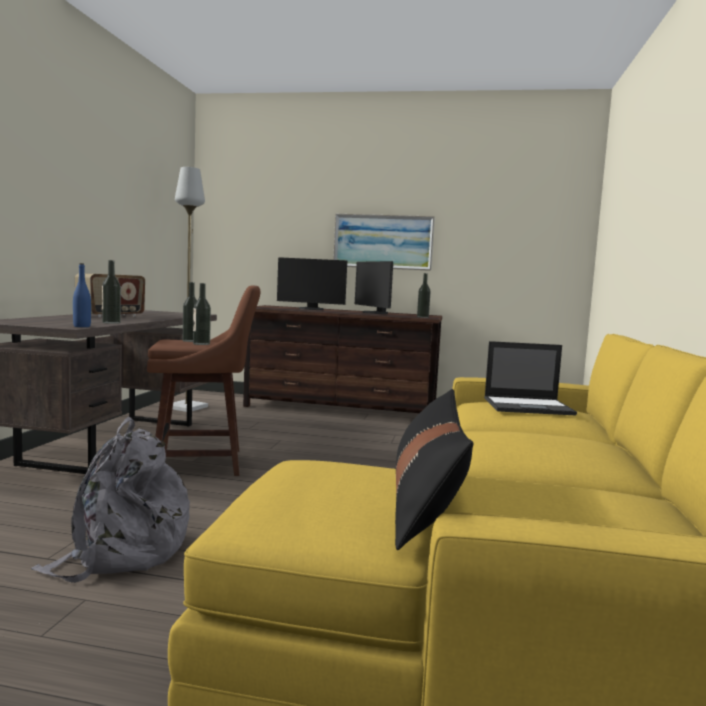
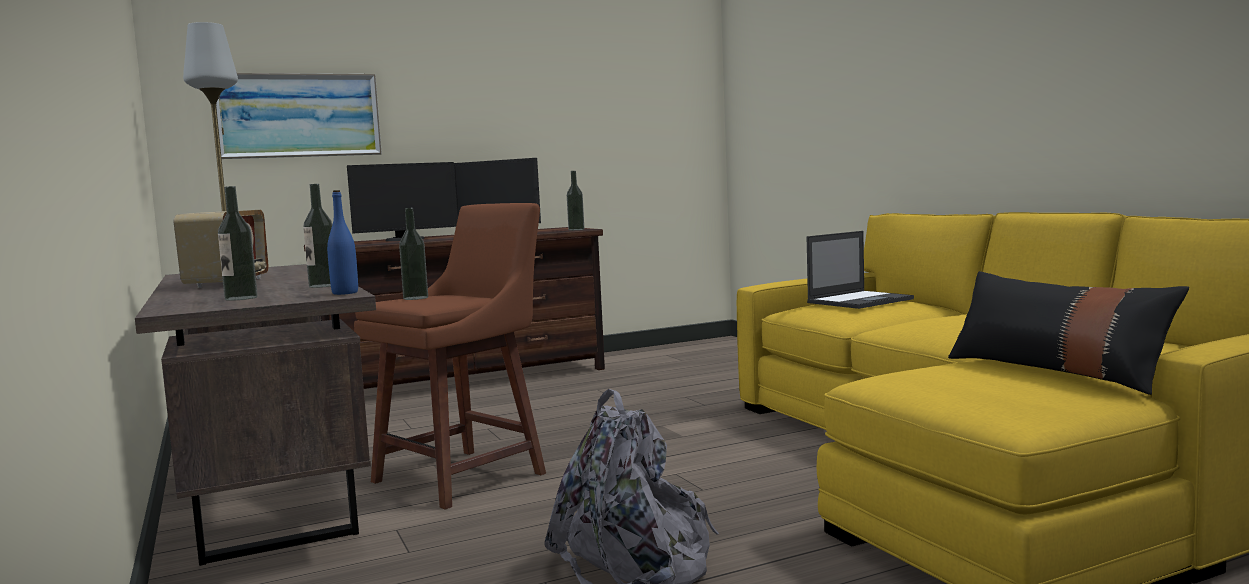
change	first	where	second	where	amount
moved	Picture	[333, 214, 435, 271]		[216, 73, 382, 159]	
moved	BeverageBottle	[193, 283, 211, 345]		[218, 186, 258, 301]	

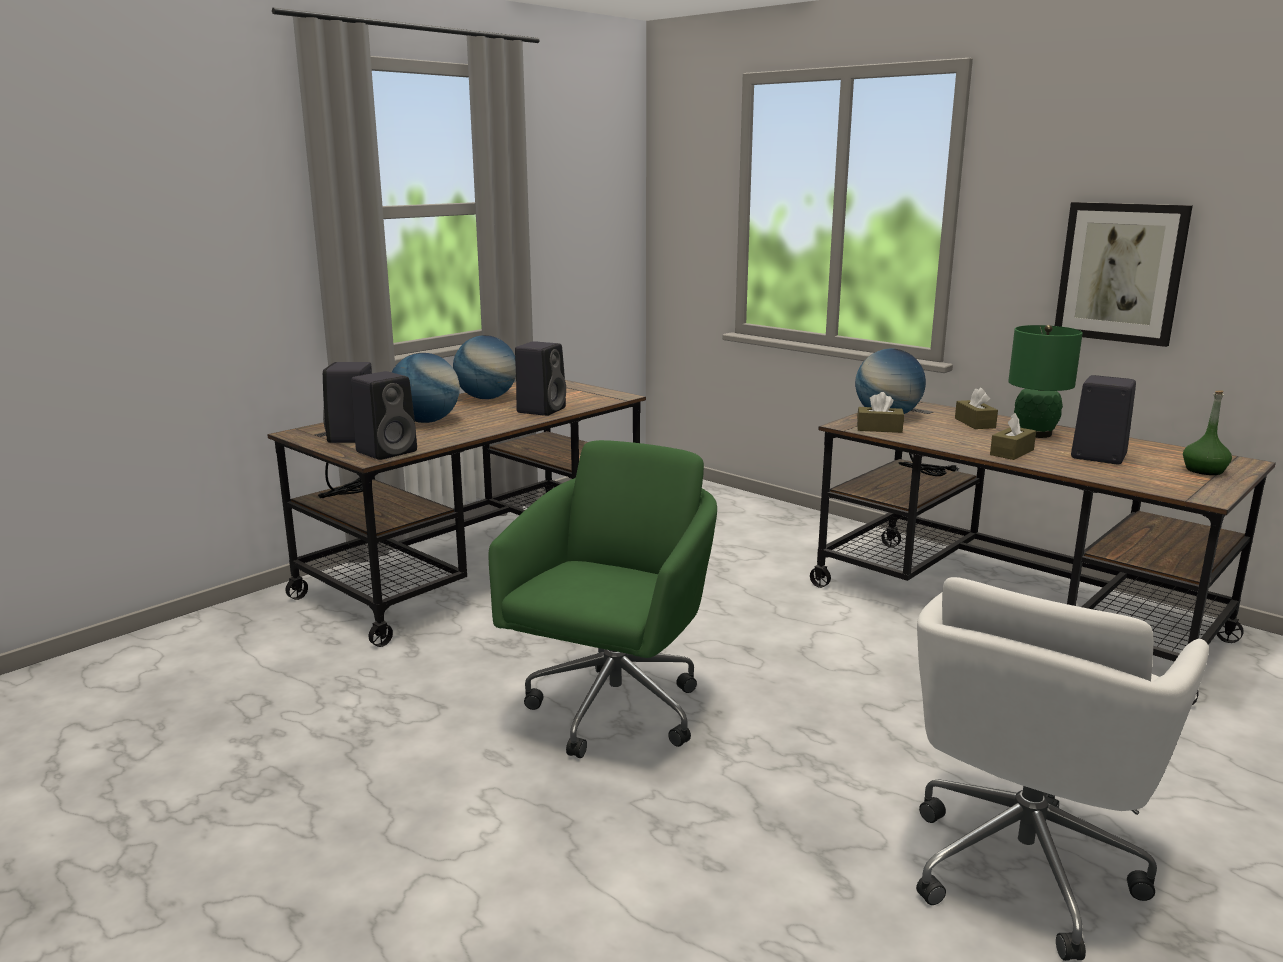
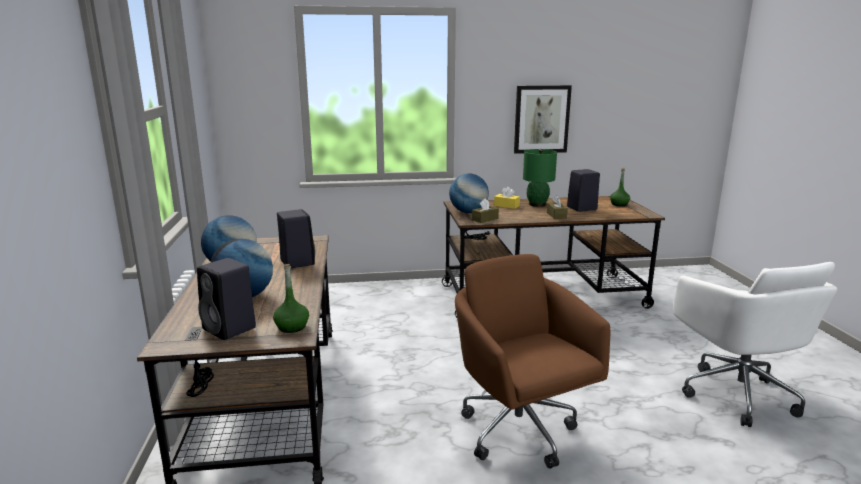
change	first	where	second	where	amount
replaced	BlackAudioSpeaker	[351, 371, 417, 460]	GreenishBeverageBottle	[273, 264, 309, 333]	
recoloured	GreenishComputerChair	[489, 440, 717, 758]	BrownComputerChair	[455, 254, 610, 469]	
recoloured	BrownTissueBox	[955, 387, 998, 429]	YellowTissueBox	[494, 187, 520, 209]	

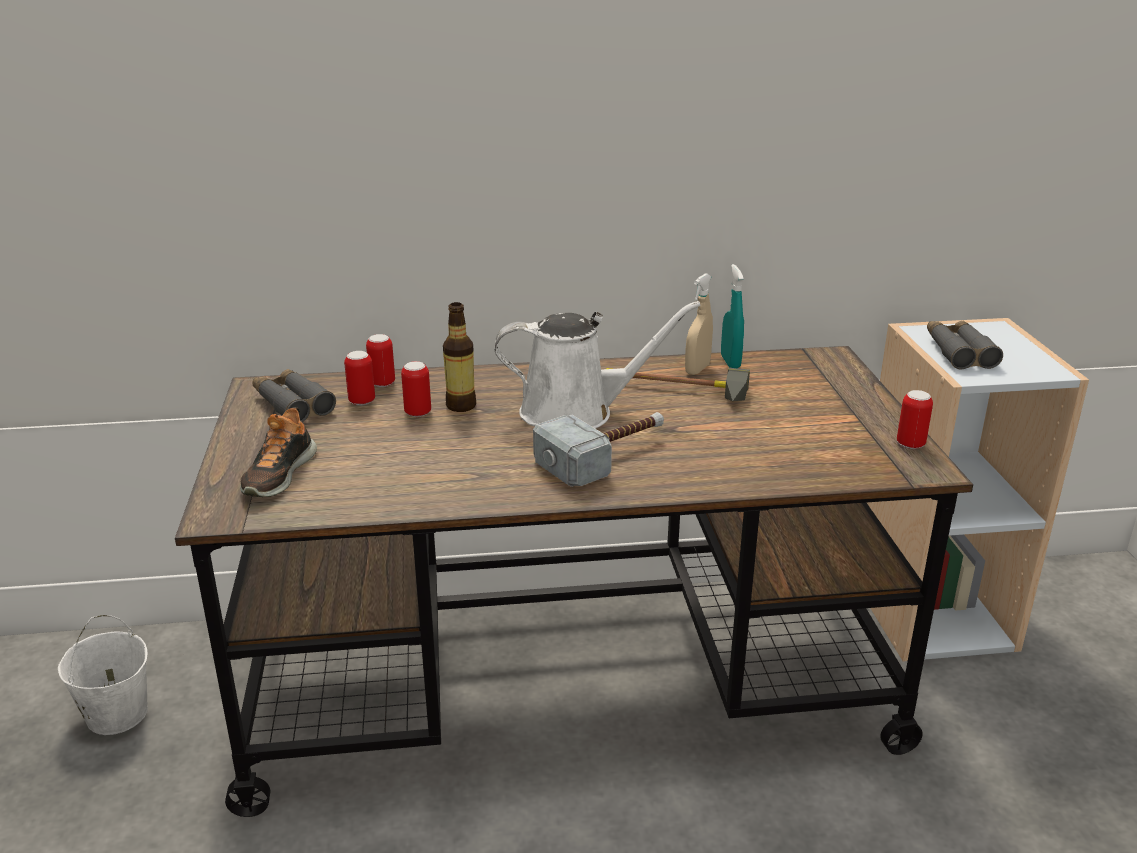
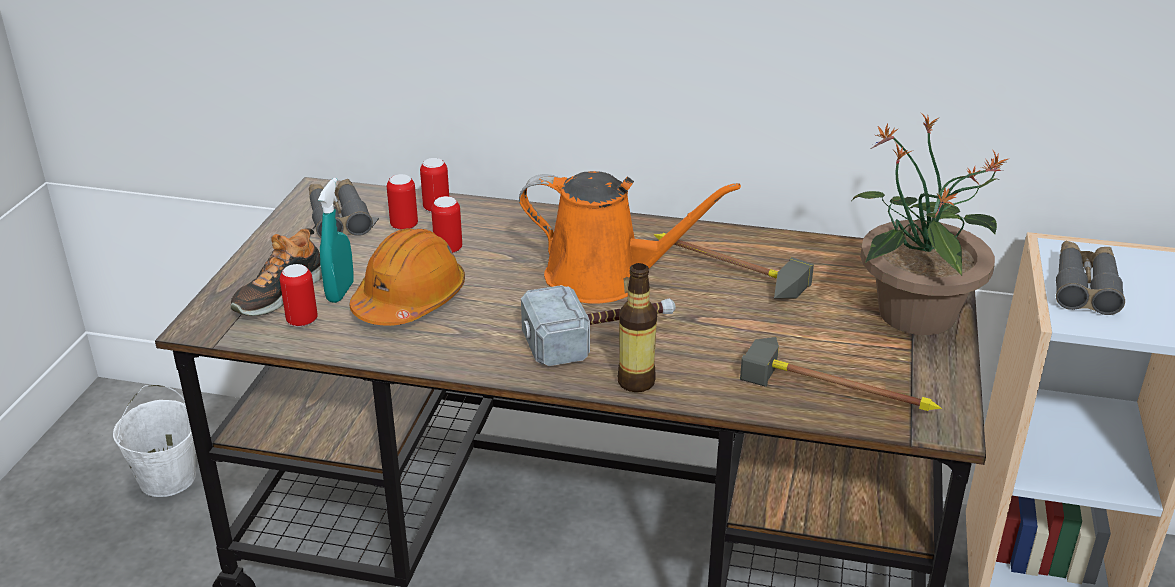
change	first	where	second	where	amount
moved	Can	[897, 390, 933, 449]		[280, 264, 318, 327]	
moved	TurquoiseColouredSprayer	[721, 264, 744, 368]		[318, 178, 354, 303]	
added			OrangeColouredWorkHelmet	[349, 228, 465, 326]	
recoloured	WhitishSprinklingCan	[495, 301, 701, 429]	OrangeColouredSprinklingCan	[519, 171, 741, 304]	
moved	BeverageBottle	[443, 302, 476, 412]		[618, 263, 657, 392]	
added			HandHammer	[740, 337, 942, 411]	
added			Houseplant	[852, 113, 1008, 335]	
removed	BeigeSprayer	[685, 273, 713, 375]			

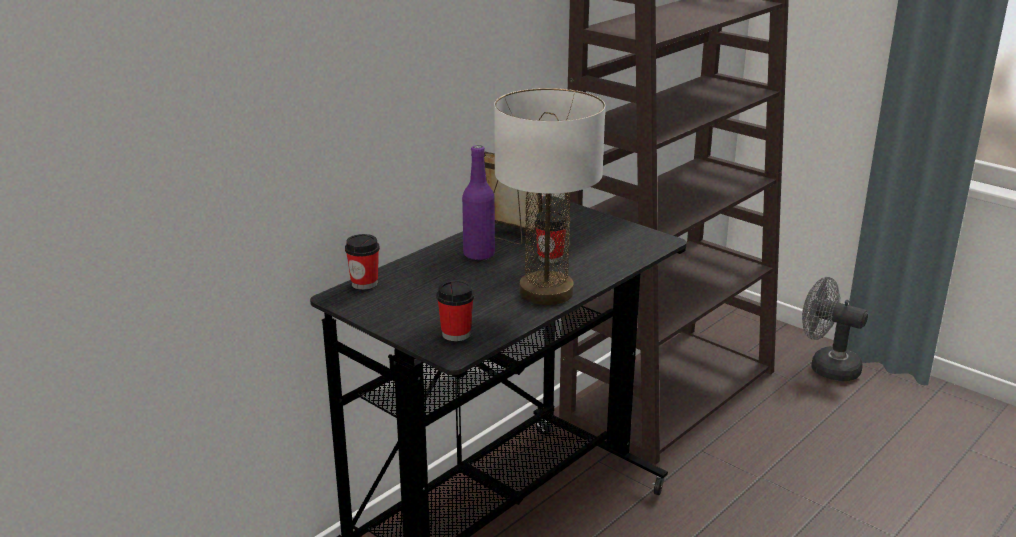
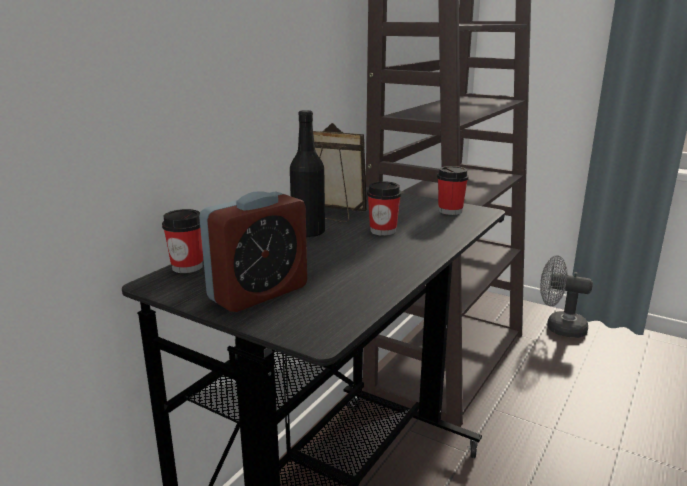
change	first	where	second	where	amount
added			BedsideClock	[199, 191, 307, 312]	
recoloured	PurpleBeverageBottle	[462, 145, 495, 260]	BlackBeverageBottle	[290, 110, 325, 238]	
moved	SmallCup	[436, 280, 474, 341]		[437, 166, 469, 215]	
removed	TabletopLamp	[494, 88, 605, 305]			

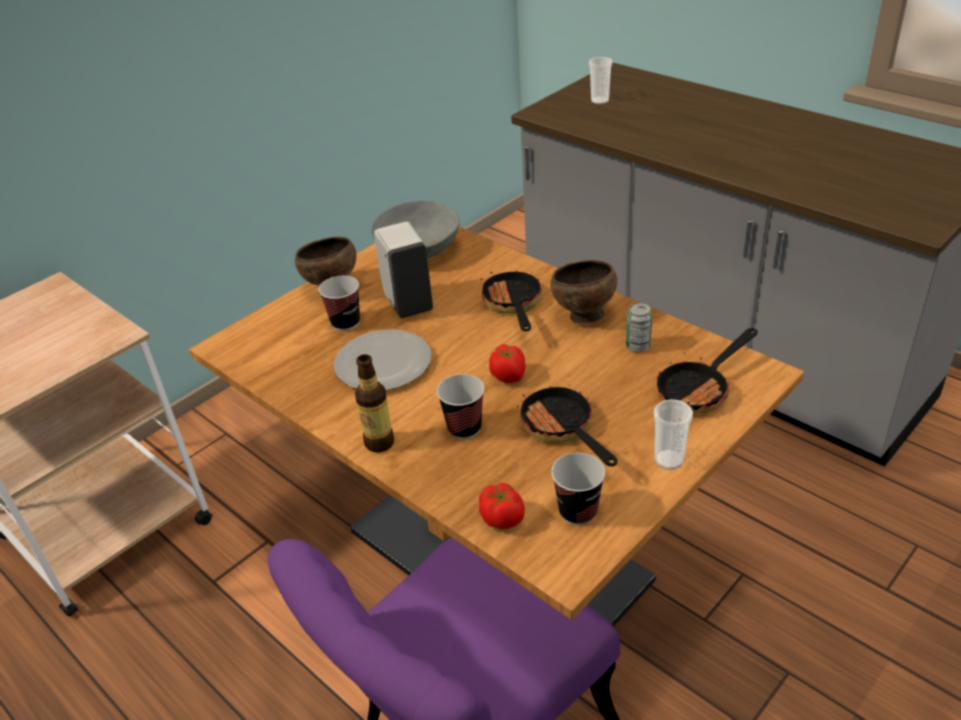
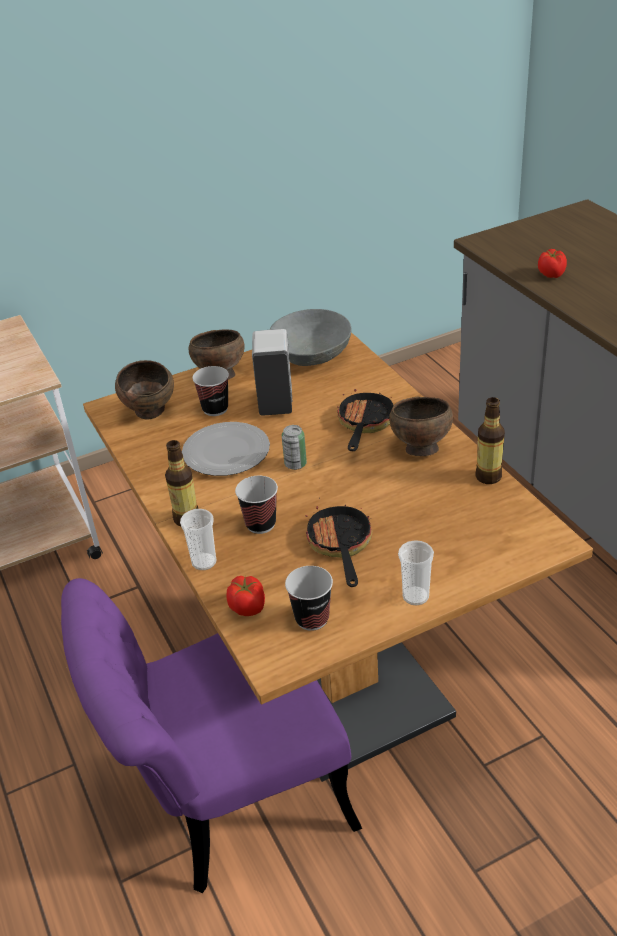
change	first	where	second	where	amount
added			BrownDeepDish	[115, 360, 174, 420]	
moved	SmallCup	[589, 57, 612, 104]		[180, 509, 217, 570]	
moved	Can	[626, 303, 652, 352]		[282, 425, 307, 470]	
added			BeverageBottle	[475, 397, 505, 484]	
moved	Tomato	[489, 344, 525, 383]		[538, 249, 567, 278]	
removed	Pan	[656, 328, 758, 414]			

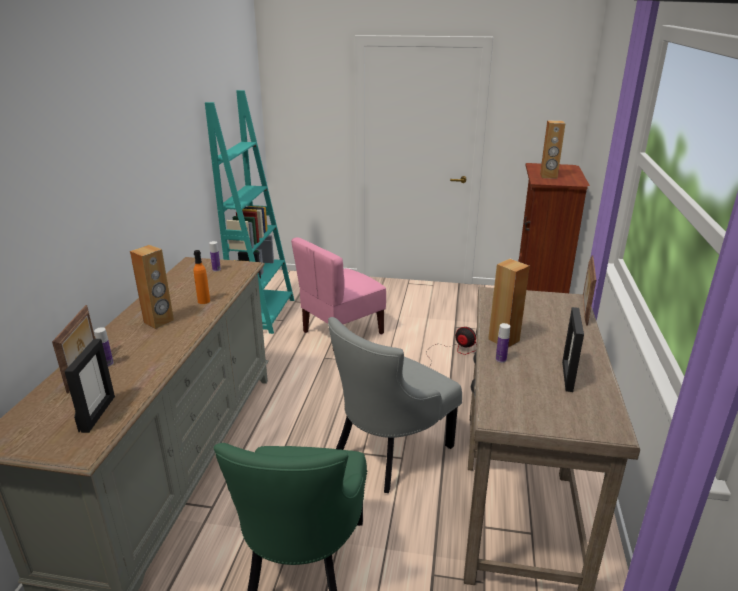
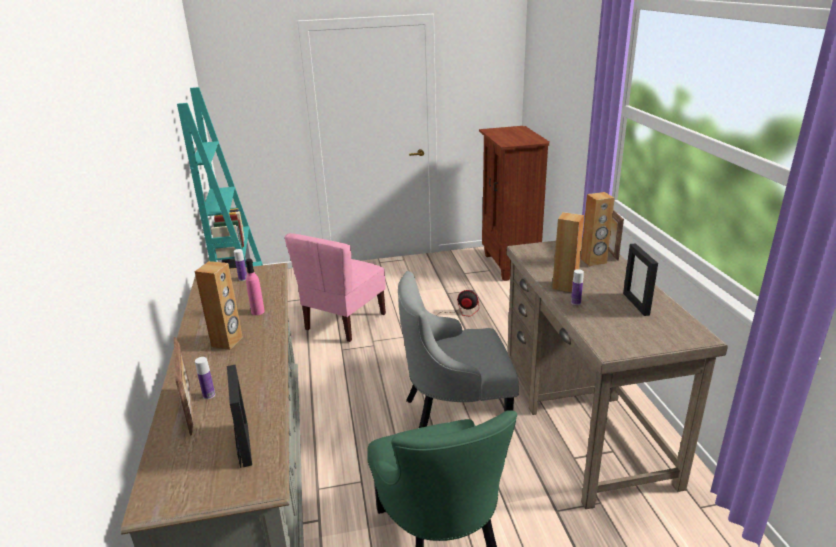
change	first	where	second	where	amount
recoloured	OrangeColouredBeverageBottle	[194, 250, 210, 304]	PinkishBeverageBottle	[245, 259, 265, 315]	
turned	GreyUprightChair	[328, 317, 462, 493]		[398, 271, 519, 428]	60 degrees clockwise
moved	BrownAudioSpeaker	[540, 120, 566, 179]		[581, 192, 615, 266]	

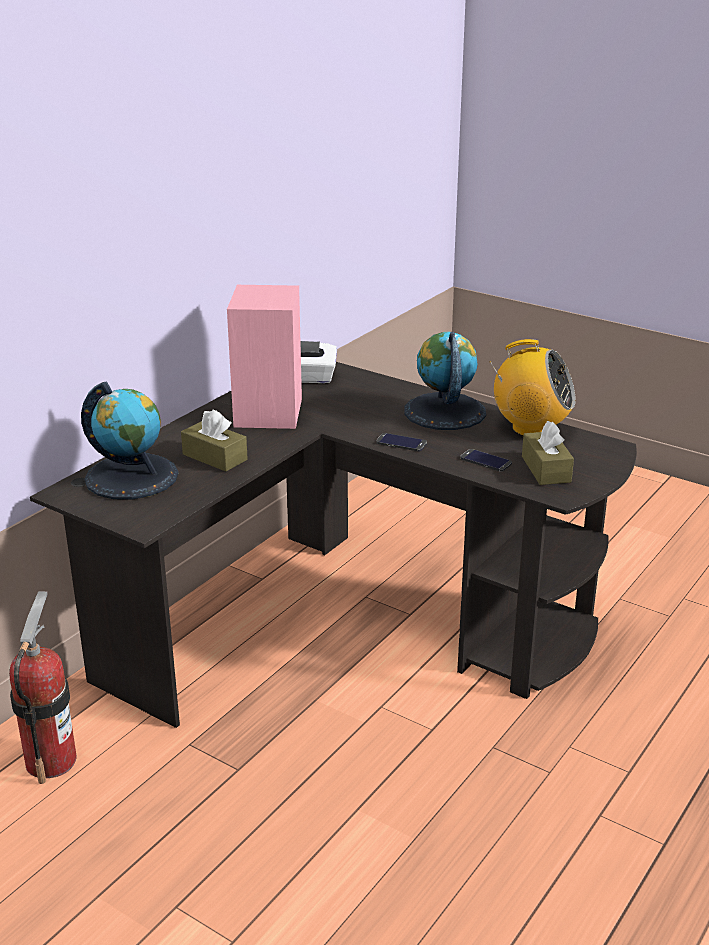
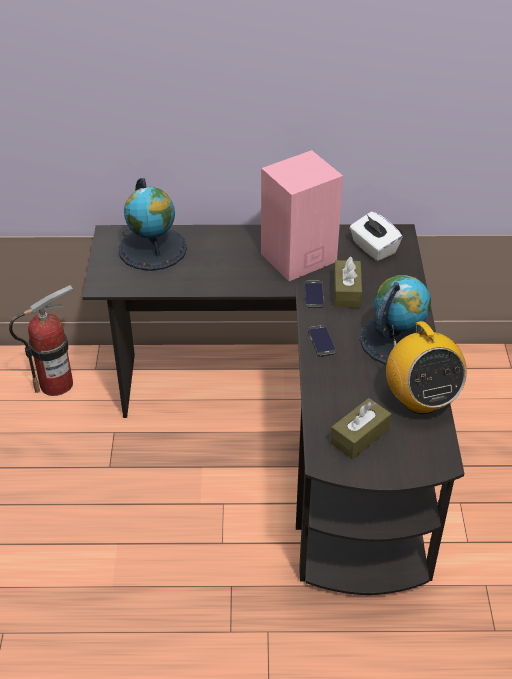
change	first	where	second	where	amount
moved	Phone	[460, 449, 512, 471]		[304, 281, 324, 308]	
moved	BrownTissueBox	[181, 409, 248, 472]		[334, 257, 362, 308]	

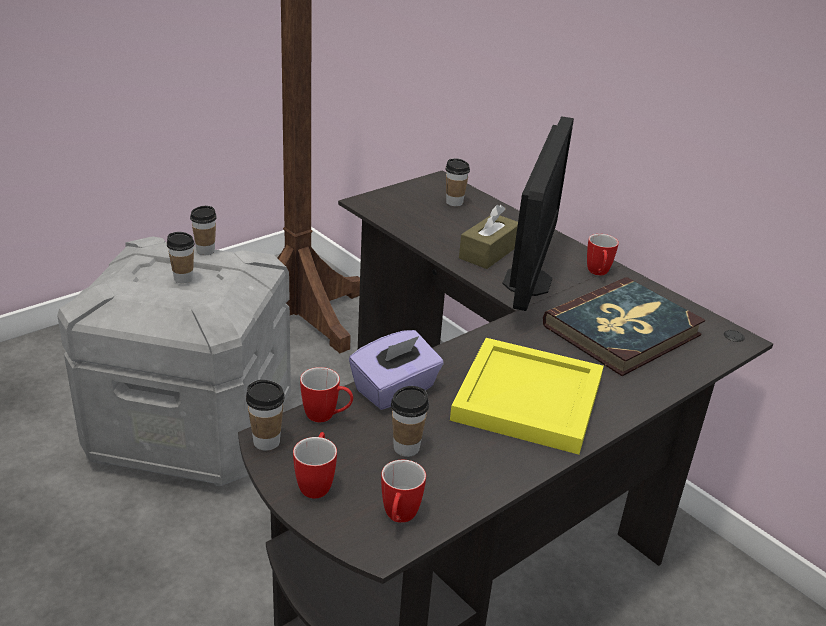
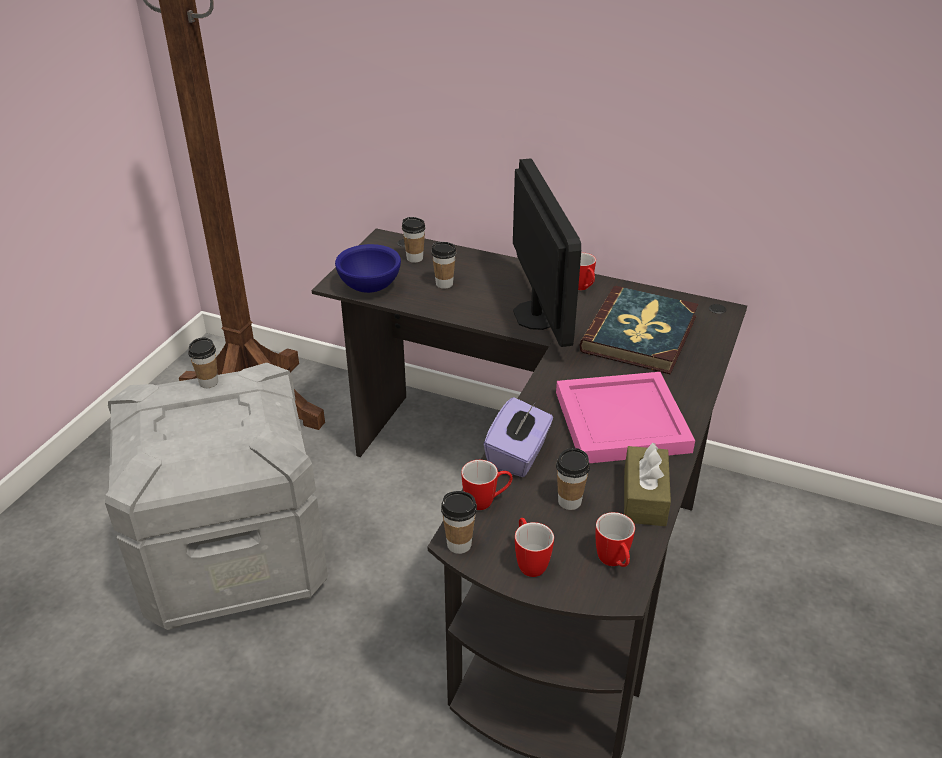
change	first	where	second	where	amount
added			BlueColouredDeepDish	[335, 244, 401, 293]	
moved	SmallCup	[167, 232, 195, 283]		[431, 242, 456, 289]	
recoloured	YellowCarryingTray	[450, 338, 604, 455]	PinkishCarryingTray	[556, 372, 695, 463]	
moved	BrownTissueBox	[459, 205, 518, 269]		[624, 443, 671, 526]	

